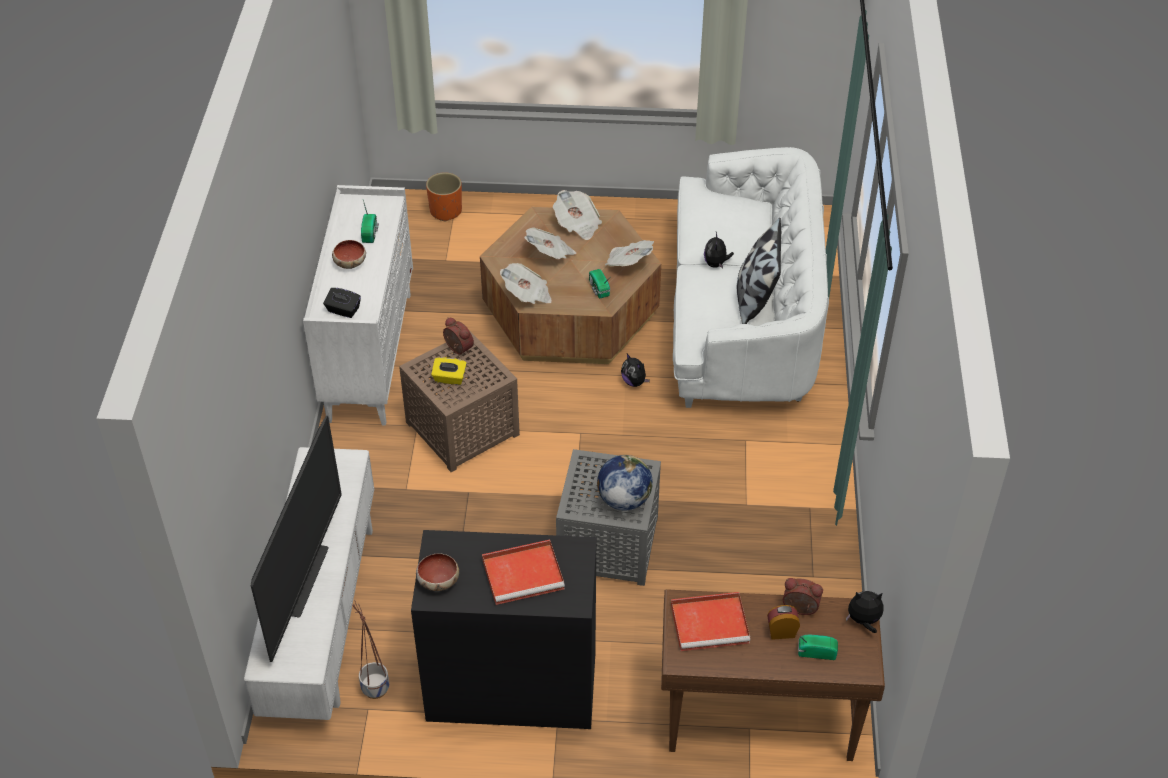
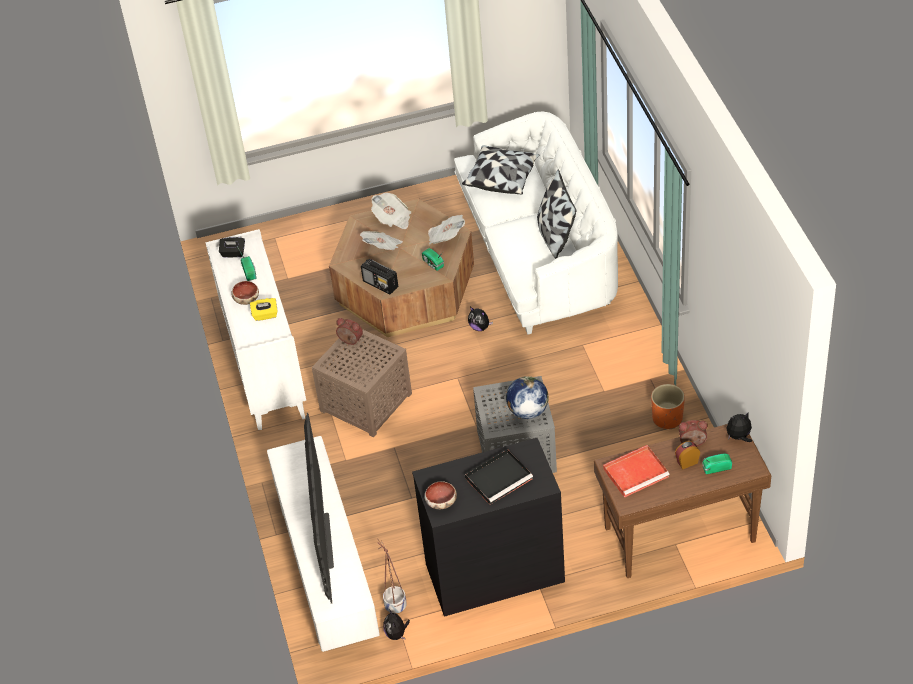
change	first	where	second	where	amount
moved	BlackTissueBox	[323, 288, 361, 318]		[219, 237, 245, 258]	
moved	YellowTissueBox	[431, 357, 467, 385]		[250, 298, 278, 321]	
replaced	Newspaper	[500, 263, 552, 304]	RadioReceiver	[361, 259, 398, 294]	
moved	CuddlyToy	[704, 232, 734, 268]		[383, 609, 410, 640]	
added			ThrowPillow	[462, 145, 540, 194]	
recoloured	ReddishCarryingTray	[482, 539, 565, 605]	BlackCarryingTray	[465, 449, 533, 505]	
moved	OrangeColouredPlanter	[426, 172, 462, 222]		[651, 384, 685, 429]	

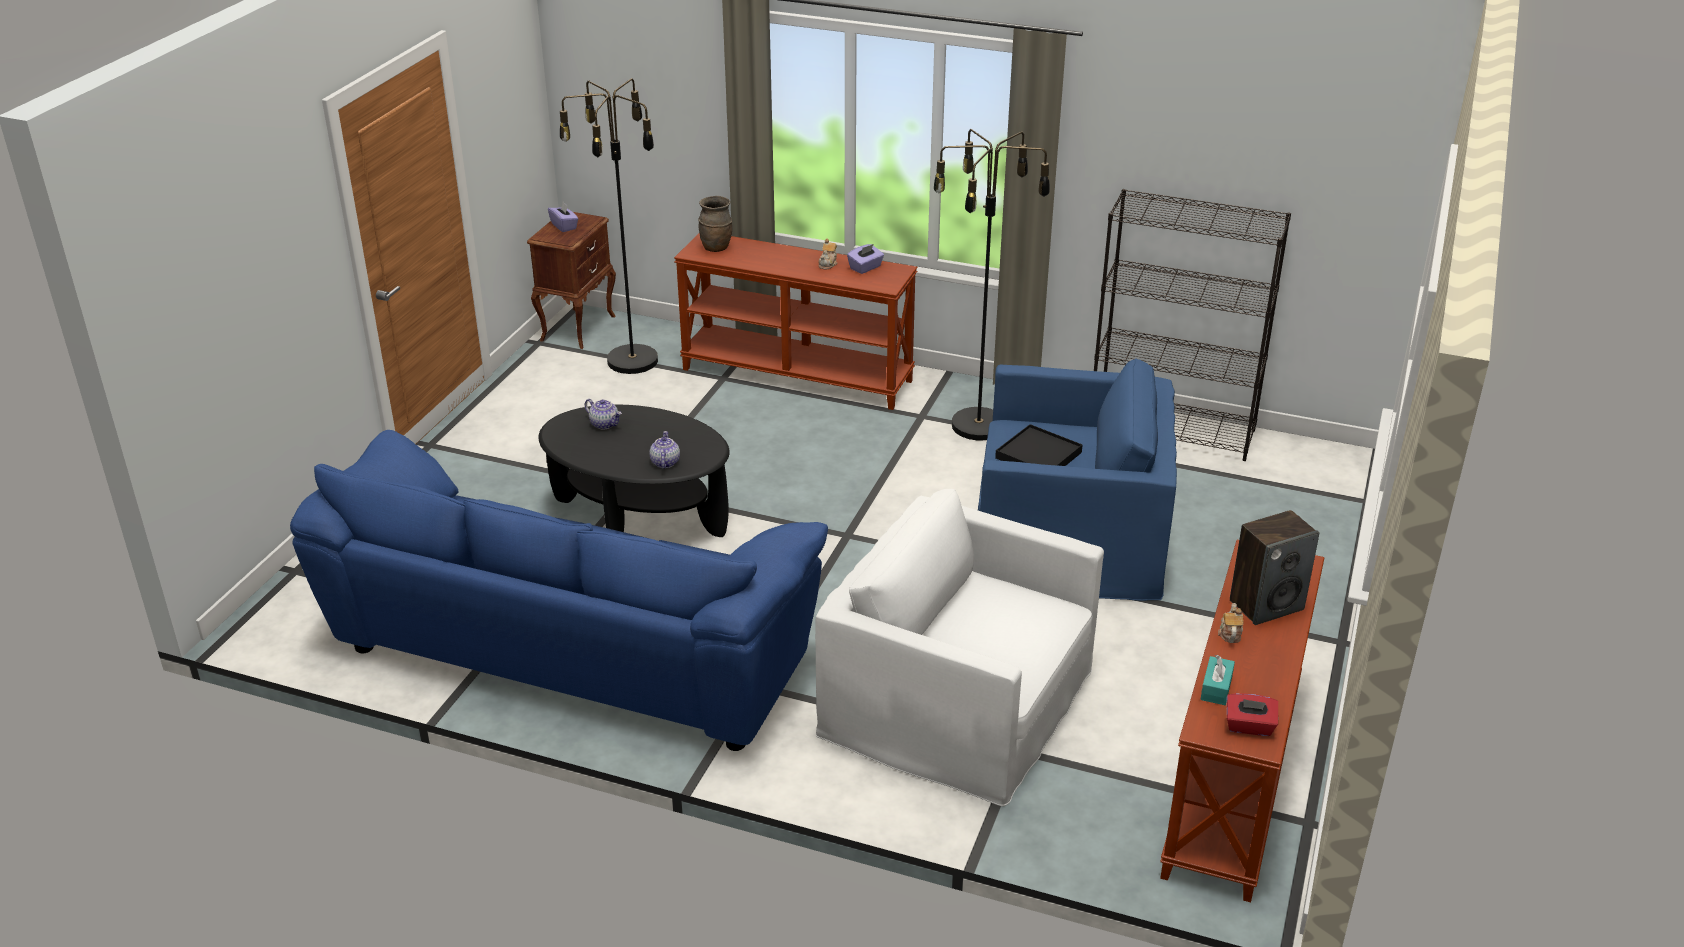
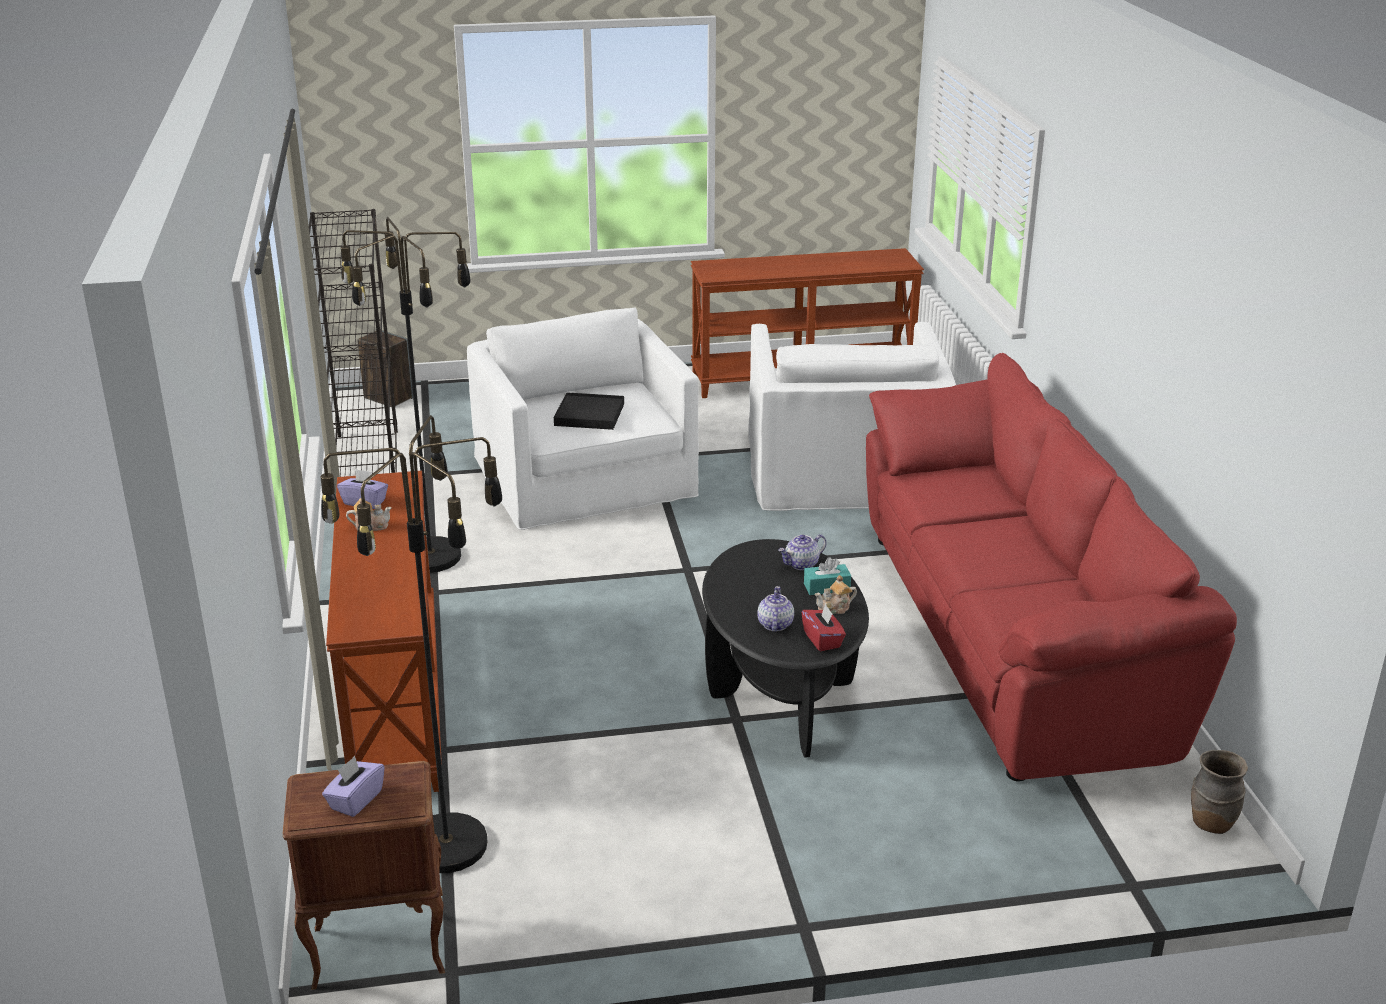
change	first	where	second	where	amount
moved	AudioSpeaker	[1230, 510, 1319, 625]		[357, 331, 413, 407]	
recoloured	BlueColouredArmchair	[978, 359, 1177, 601]	WhitishArmchair	[467, 308, 699, 530]	
moved	ReddishTissueBox	[1227, 693, 1278, 736]		[801, 604, 846, 651]	
moved	TurquoiseColouredTissueBox	[1200, 655, 1235, 705]		[804, 557, 851, 595]	
moved	TeaPot	[1218, 603, 1244, 643]		[814, 575, 857, 614]	
recoloured	BlueColouredCouch	[290, 430, 828, 751]	ReddishCouch	[866, 353, 1237, 781]	
moved	BrownFlowerVase	[698, 196, 732, 252]		[1191, 750, 1248, 834]	

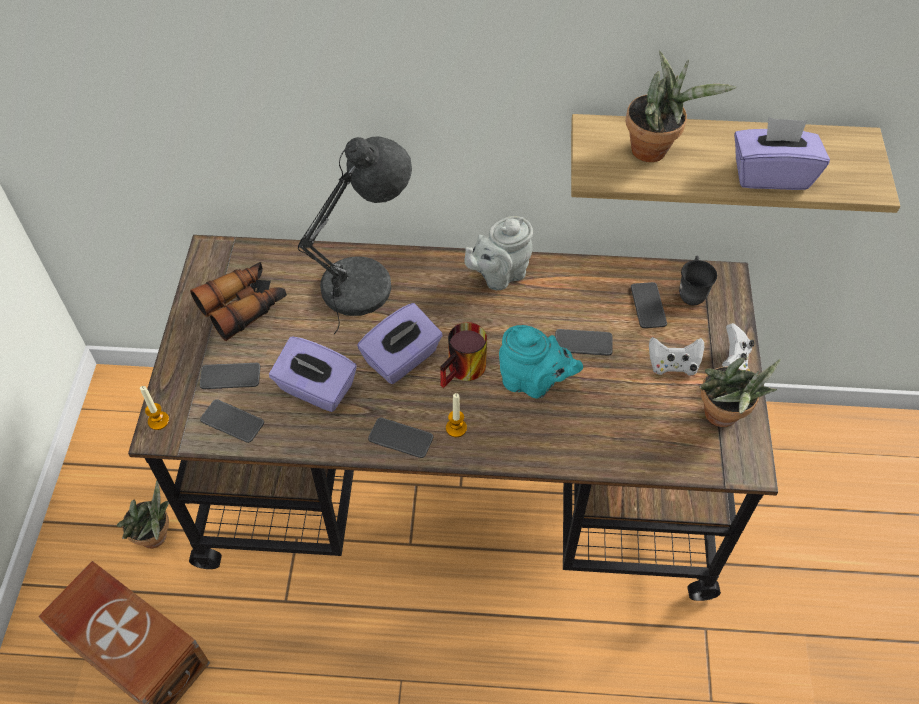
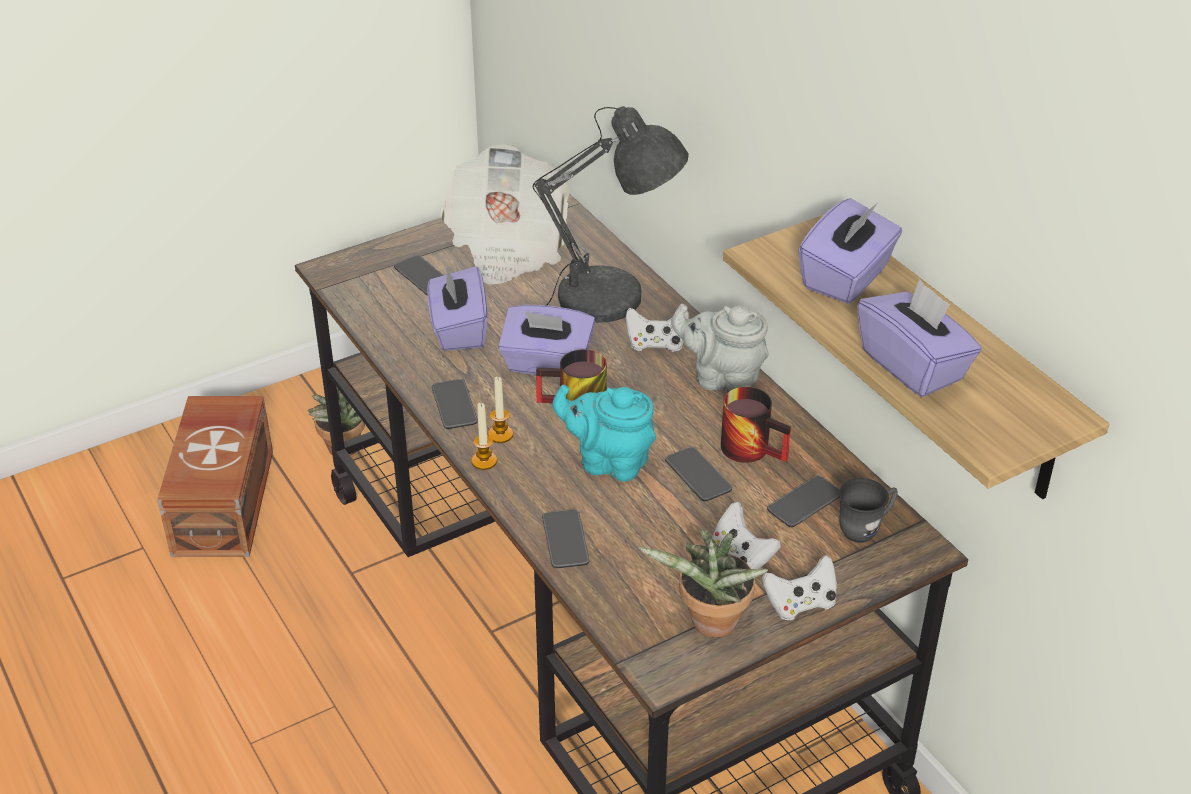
change	first	where	second	where	amount
replaced	Binoculars	[190, 262, 287, 341]	Newspaper	[441, 144, 570, 285]	
moved	Candle	[140, 386, 169, 430]		[471, 403, 497, 470]	
moved	Phone	[200, 399, 264, 443]		[542, 509, 590, 568]	
turned	TurquoiseColouredTeaPot	[499, 325, 583, 399]		[552, 385, 656, 481]	120 degrees clockwise
added			WhitishJoypad	[626, 308, 689, 352]	
added			CoffeeMug	[721, 387, 791, 463]	
replaced	Houseplant	[626, 51, 737, 162]	PurpleTissueBox	[798, 198, 902, 304]	

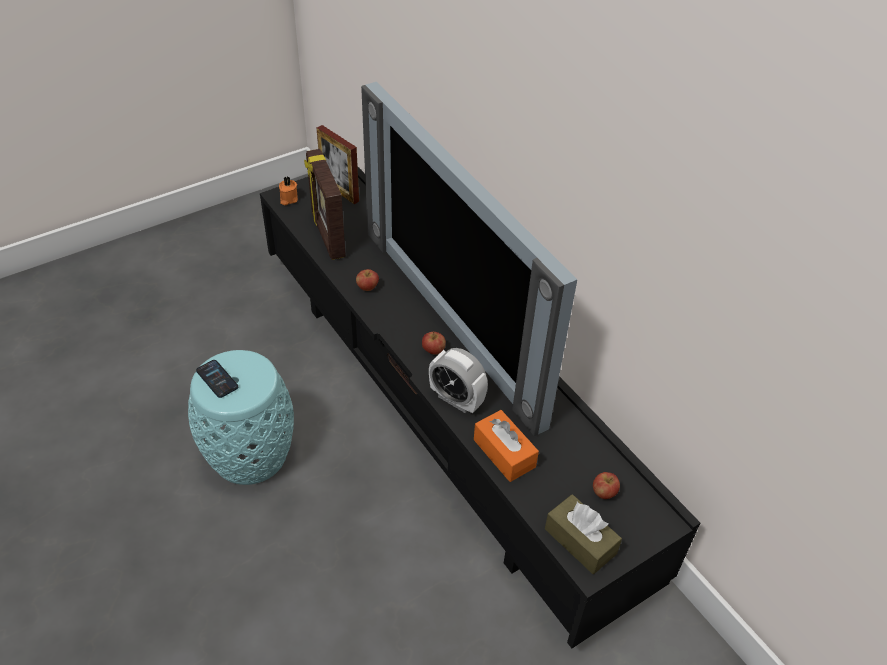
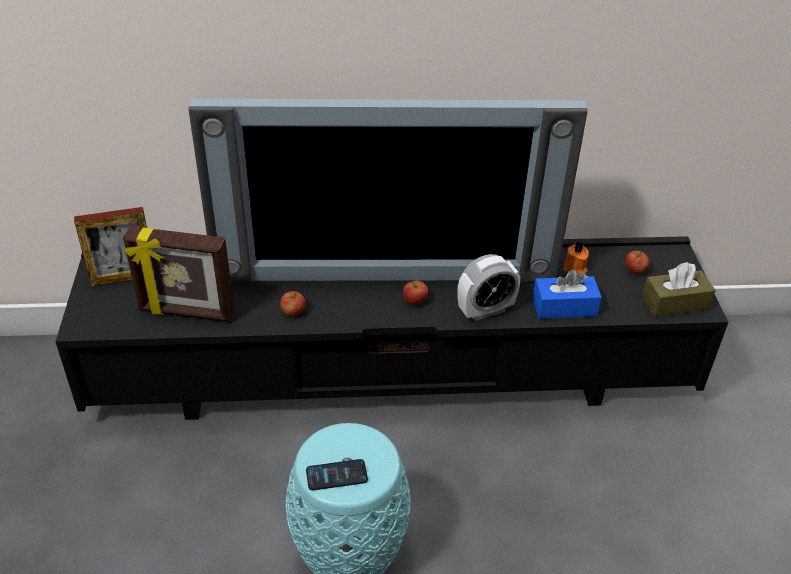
change	first	where	second	where	amount
recoloured	OrangeColouredTissueBox	[474, 410, 539, 482]	BlueColouredTissueBox	[532, 269, 602, 319]	
moved	OrangeColouredCandle	[279, 177, 298, 205]		[564, 242, 589, 274]	

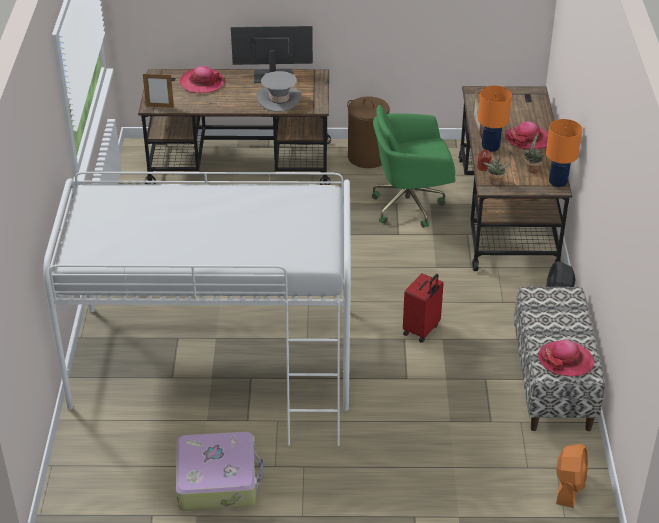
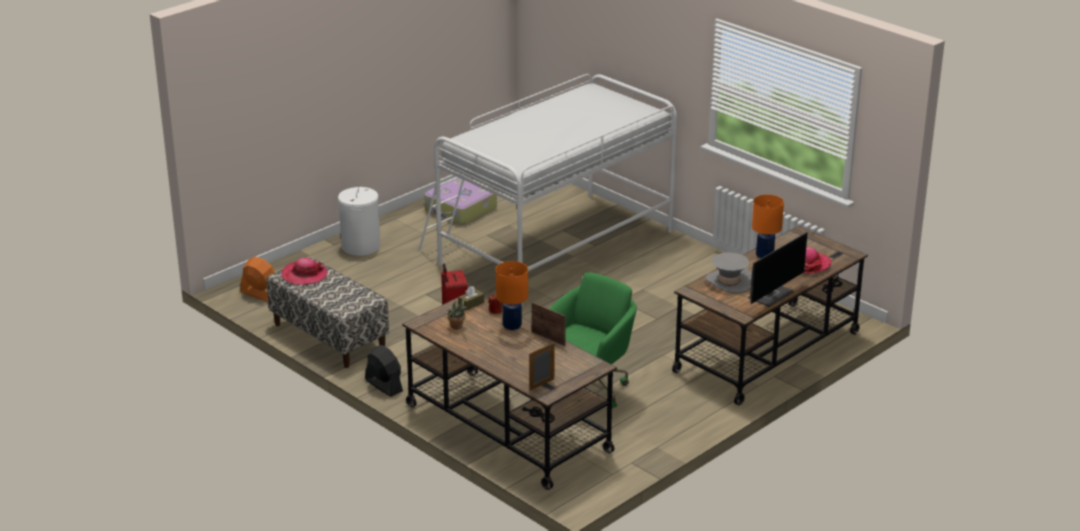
change	first	where	second	where	amount
turned	OrangeColouredCoolingFan	[556, 444, 588, 508]		[240, 257, 275, 302]	150 degrees clockwise
added			WhitishWashingBasket	[338, 187, 380, 256]	
replaced	Houseplant	[482, 158, 510, 185]	BrownTissueBox	[458, 286, 484, 310]	
moved	StandingFrame	[143, 74, 174, 108]		[529, 343, 555, 391]	
moved	OrangeColouredTabletopLamp	[546, 119, 582, 187]		[752, 195, 784, 258]	
removed	BrownWashingBasket	[347, 97, 390, 168]			
removed	Hat	[505, 121, 548, 150]			

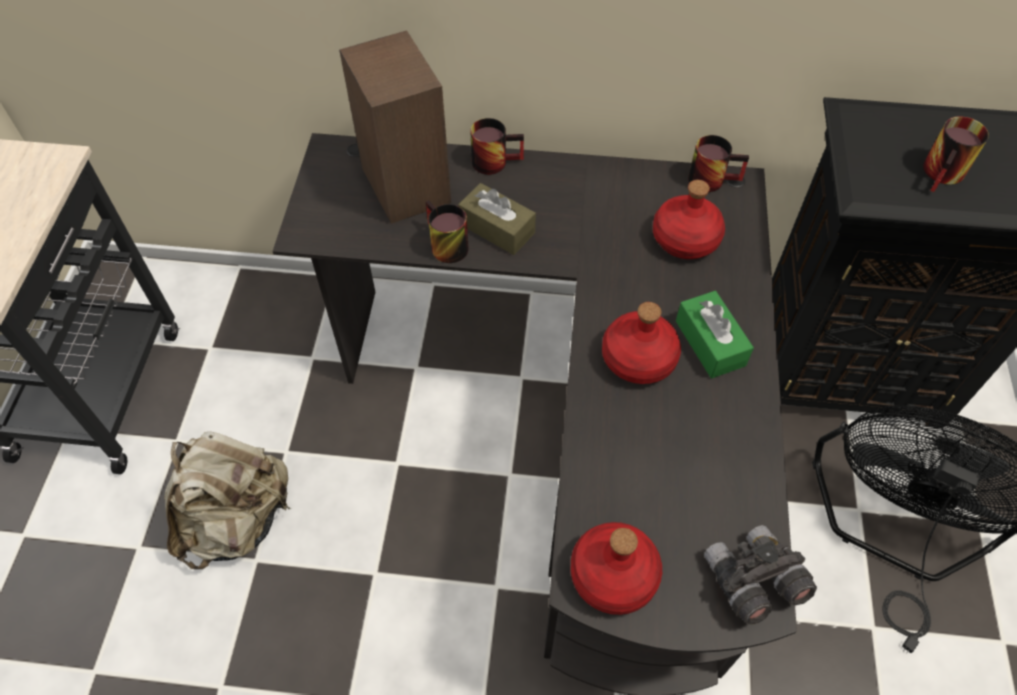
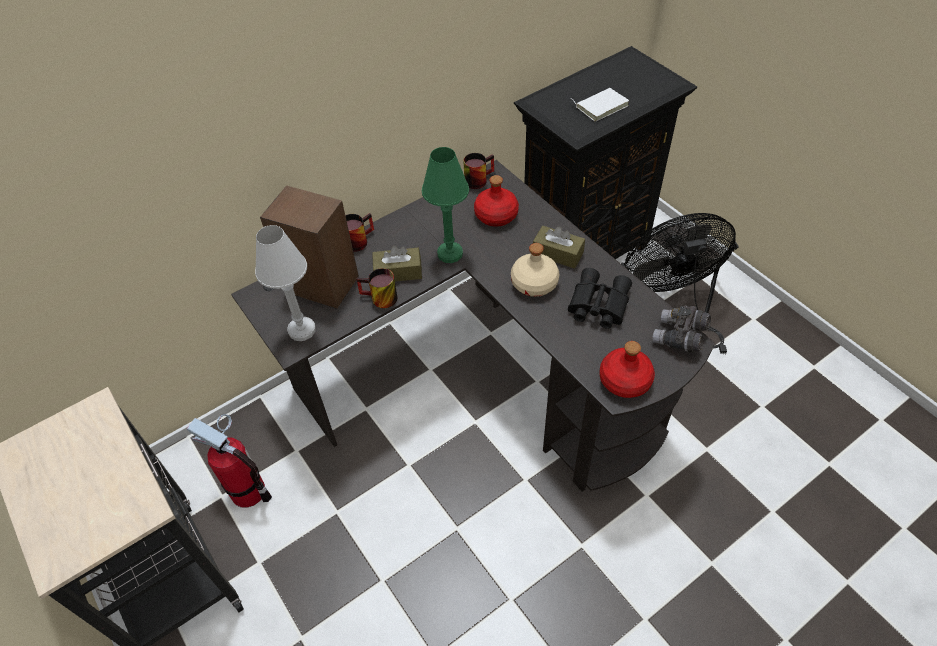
change	first	where	second	where	amount
added			Extinguisher	[187, 414, 272, 508]	
added			WhitishTabletopLamp	[255, 225, 316, 341]	
added			GreenishTabletopLamp	[422, 147, 469, 263]	
recoloured	ReddishBeverageBottle	[602, 302, 681, 384]	BeigeBeverageBottle	[511, 243, 559, 297]	
recoloured	GreenishTissueBox	[676, 291, 754, 378]	BrownTissueBox	[533, 226, 585, 269]	
added			BlackBinoculars	[568, 268, 632, 329]	
replaced	CoffeeMug	[923, 116, 989, 192]	WhitishBook	[572, 88, 629, 122]	
removed	BeigeRucksack	[164, 431, 291, 569]			

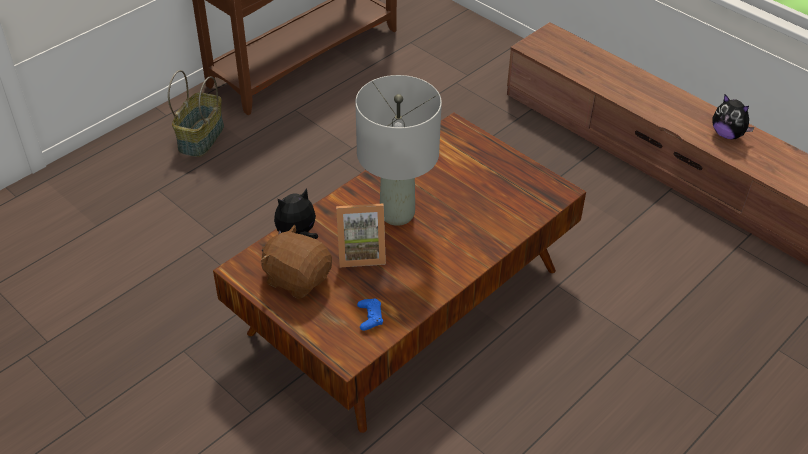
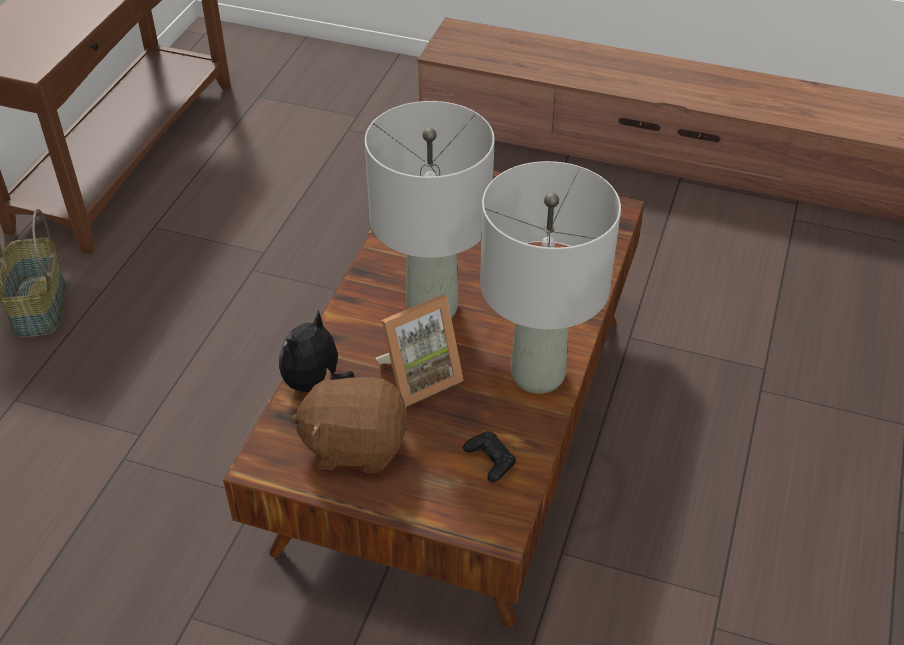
change	first	where	second	where	amount
recoloured	BlueColouredJoypad	[357, 298, 383, 331]	BlackJoypad	[463, 431, 516, 482]	
added			GreyTabletopLamp	[480, 161, 621, 394]	
removed	CuddlyToy	[712, 94, 755, 139]			

